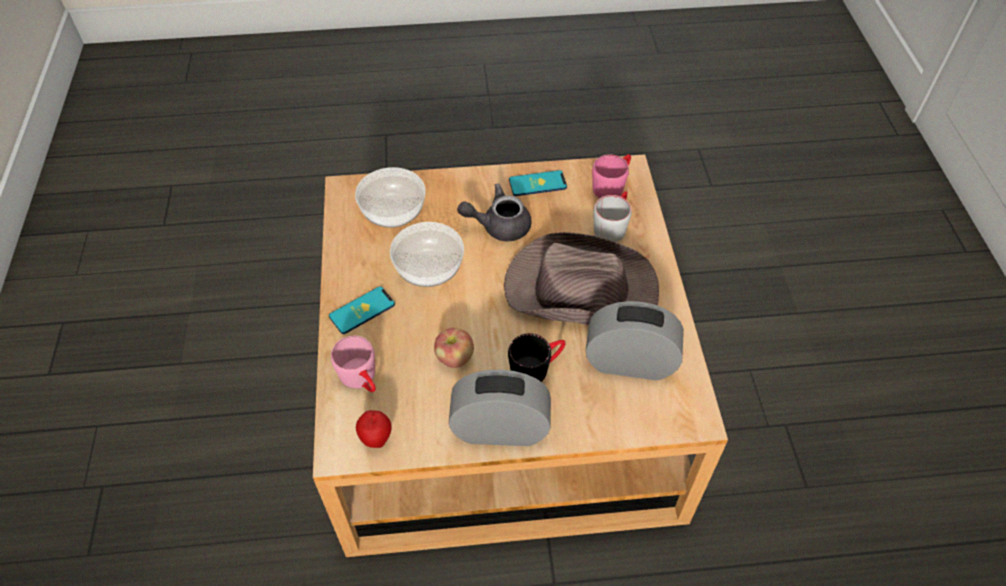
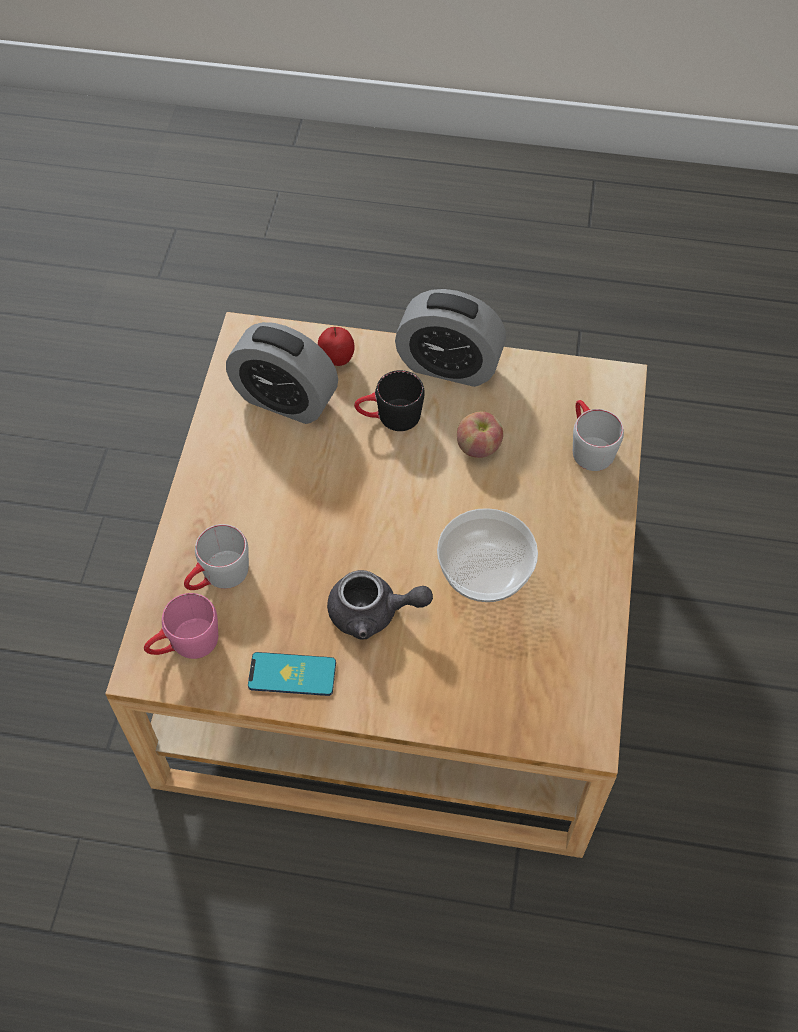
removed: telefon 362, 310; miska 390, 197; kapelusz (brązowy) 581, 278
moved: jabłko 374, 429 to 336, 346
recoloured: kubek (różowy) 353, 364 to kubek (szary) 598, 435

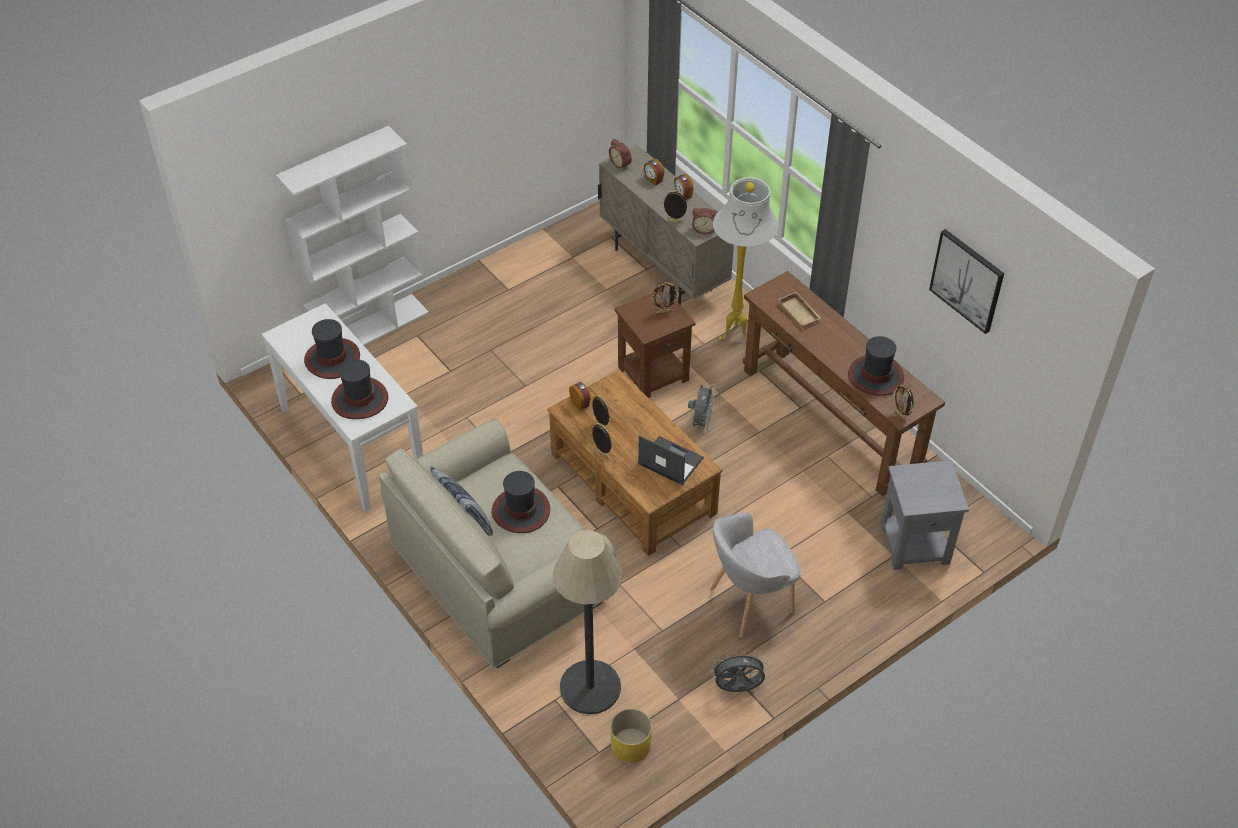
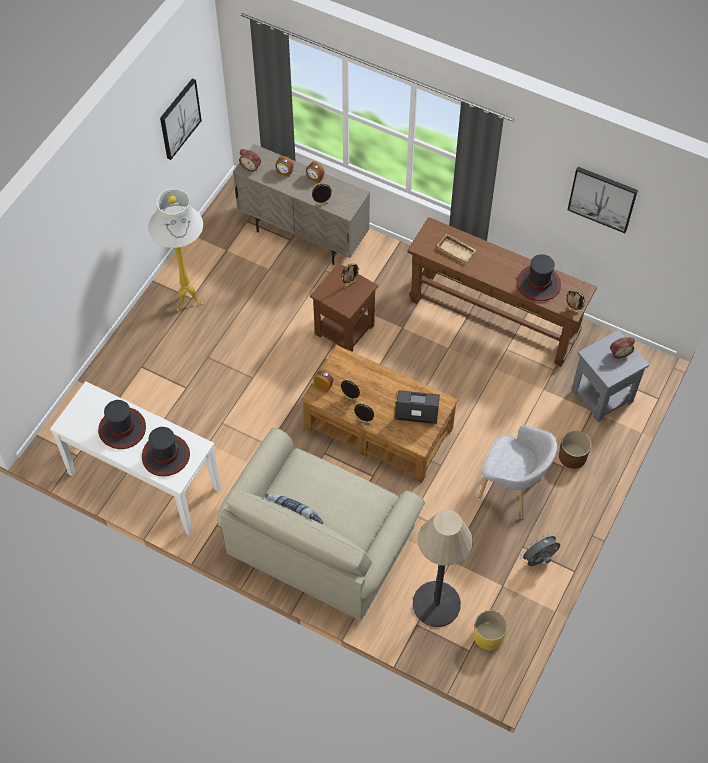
removed: regał (biały) 352, 235; kapelusz 521, 502; wentylator (szary) 701, 407
added: obraz 181, 119; donica (brązowy) 575, 450
moved: lampa stojąca (biały) 745, 259 to 175, 249; budzik 705, 221 to 622, 347
turned: fotel (szary) 756, 575 = 518, 472 105 degrees counterclockwise

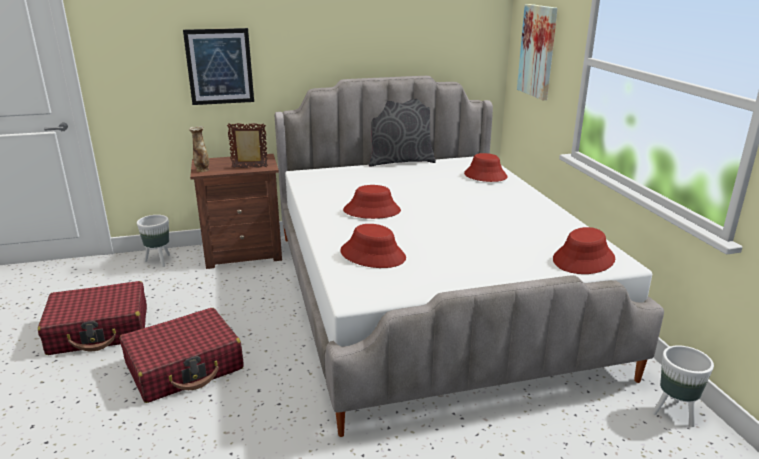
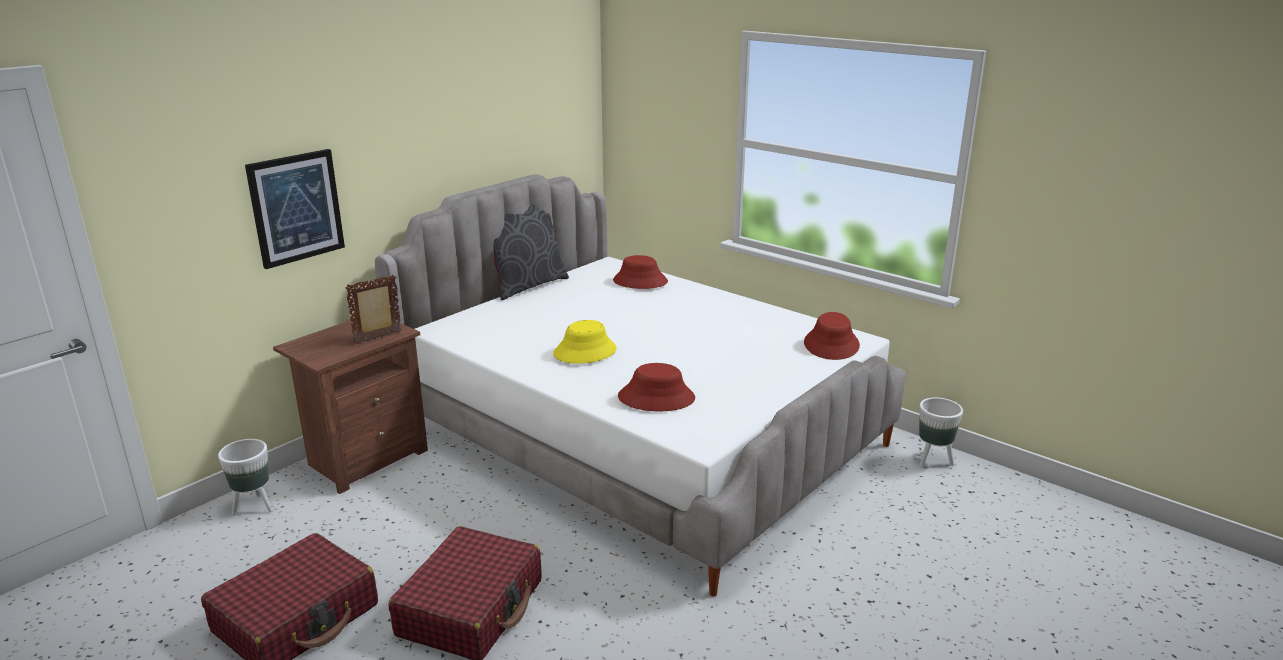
removed: wazon 199, 149; obraz 537, 52
recoloured: kapelusz (czerwony) 372, 202 to kapelusz (żółty) 585, 342

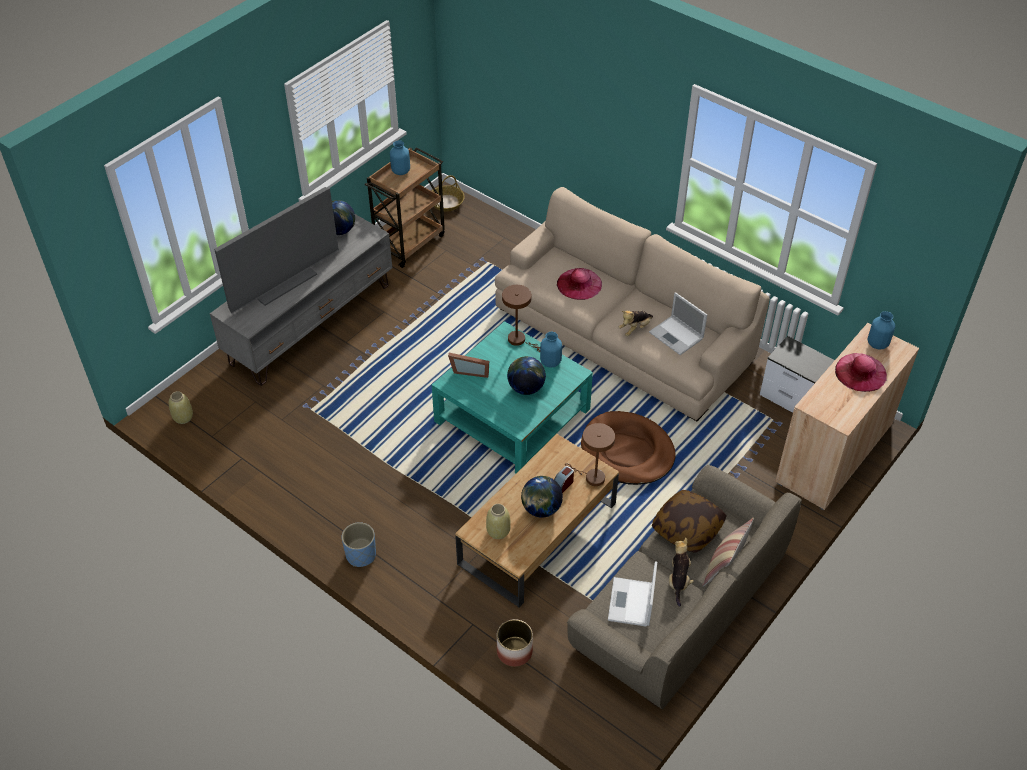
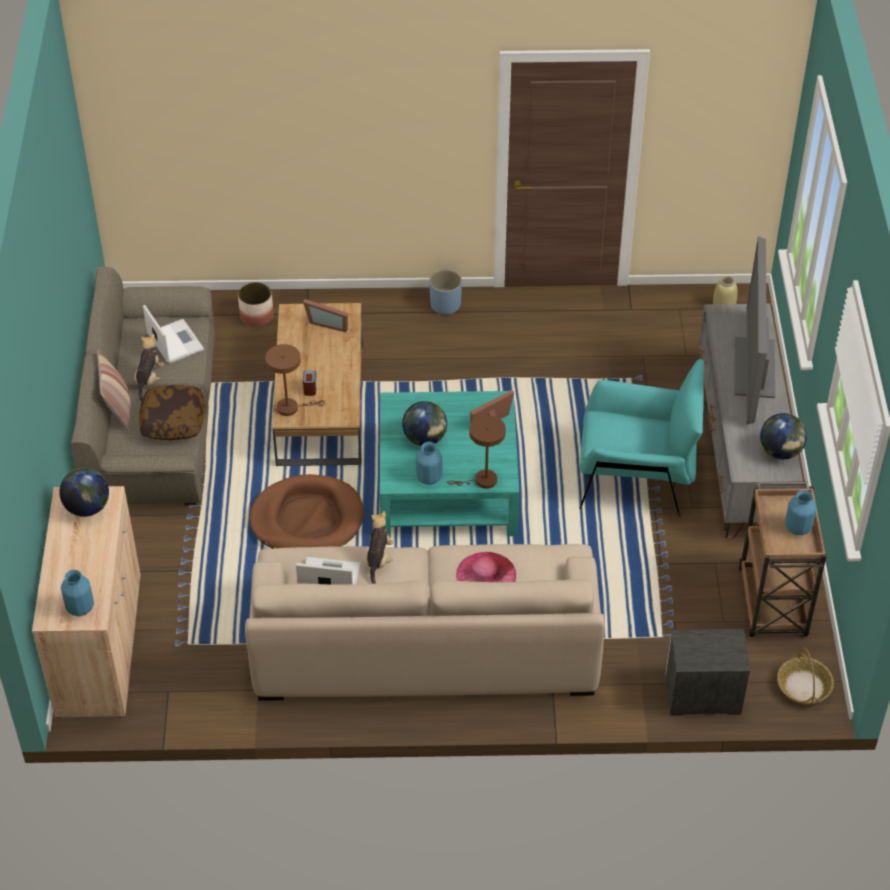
removed: kapelusz (różowy) 861, 372
added: fotel (turkusowy) 641, 438
moved: globus 542, 497 to 84, 492; szafka nocna 797, 374 to 708, 672
replaced: wazon (beżowy) 498, 521 to ramka na zdjęcie 325, 315
turned: pluszak 681, 572 = 149, 367 135 degrees counterclockwise

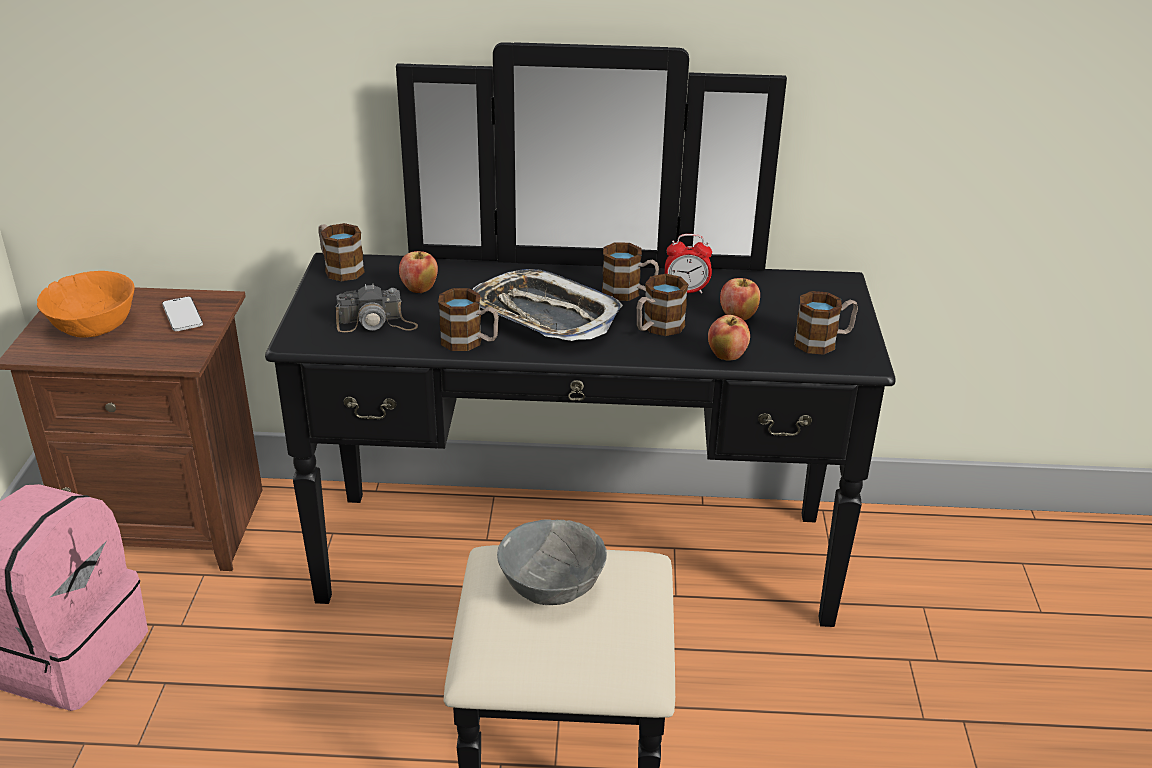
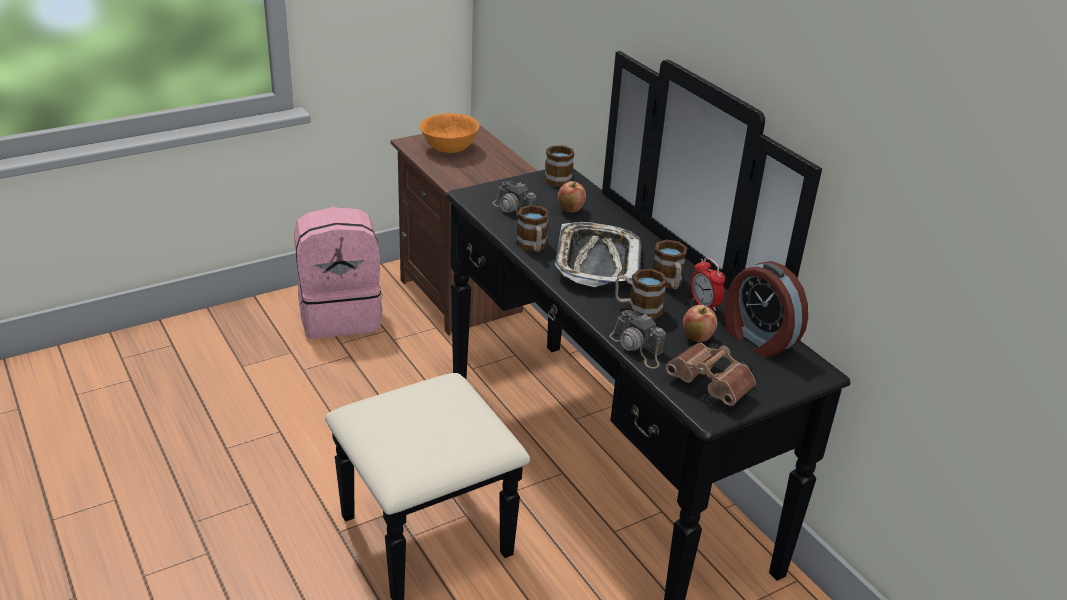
removed: telefon 182, 314; miska (szary) 552, 562
added: budzik 766, 309
replaced: jabłko 729, 338 to aparat fotograficzny 637, 339; kubek 826, 323 to lornetka (brązowy) 711, 374

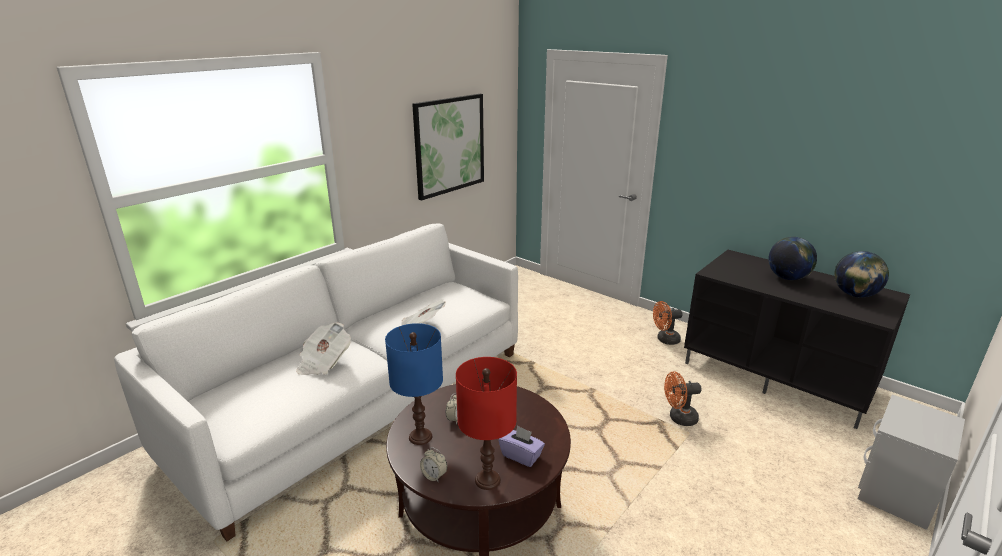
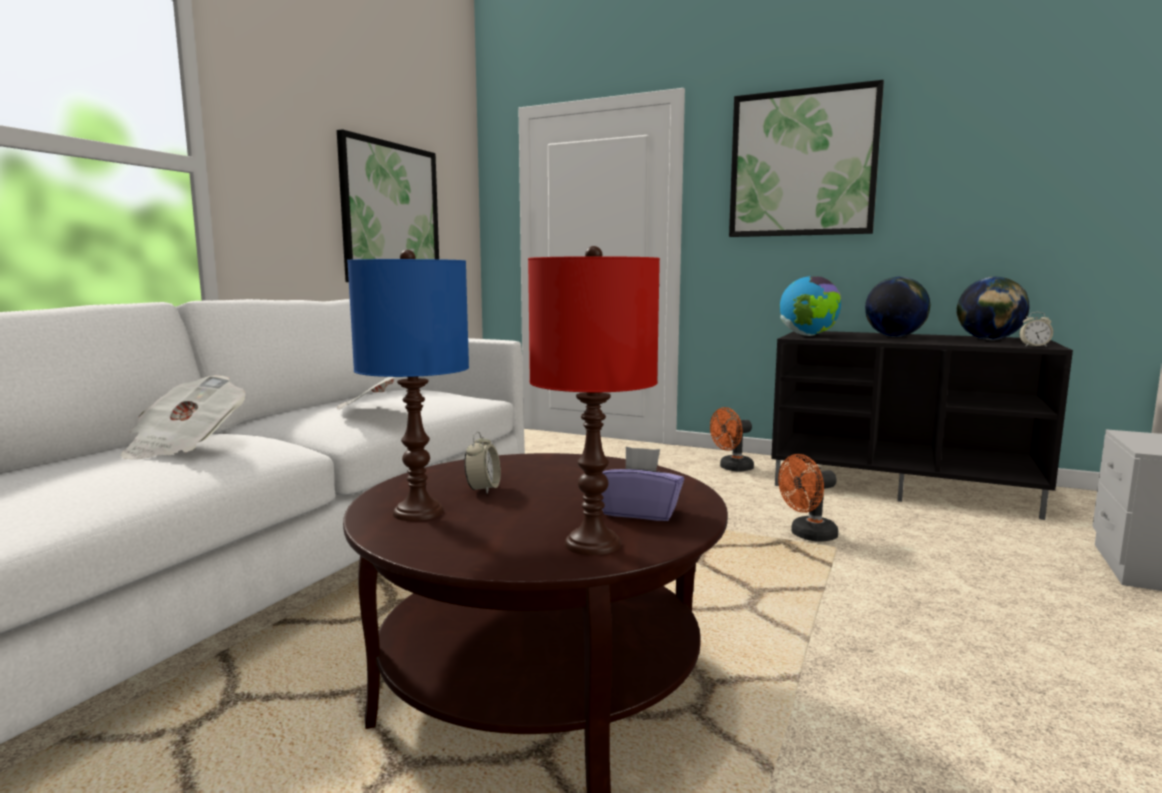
added: obraz 806, 158; globus 810, 306
moved: budzik 433, 464 to 1036, 329

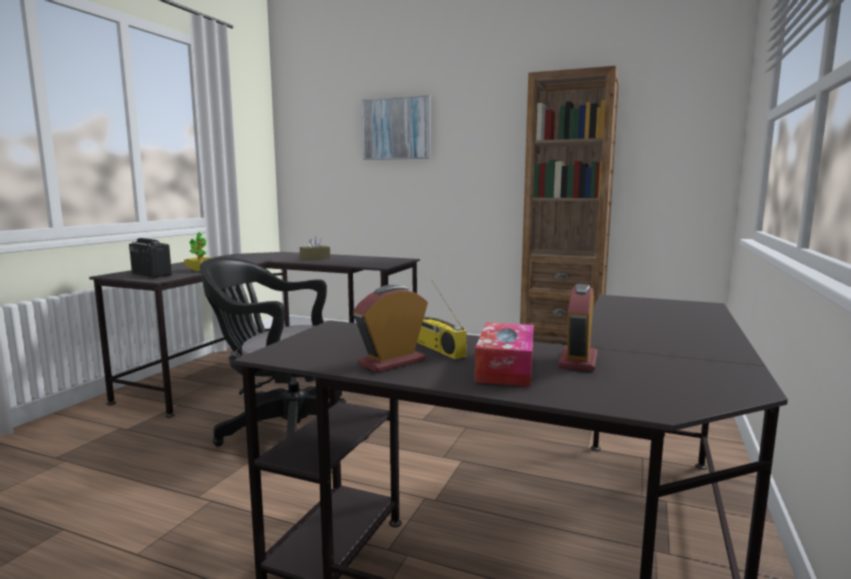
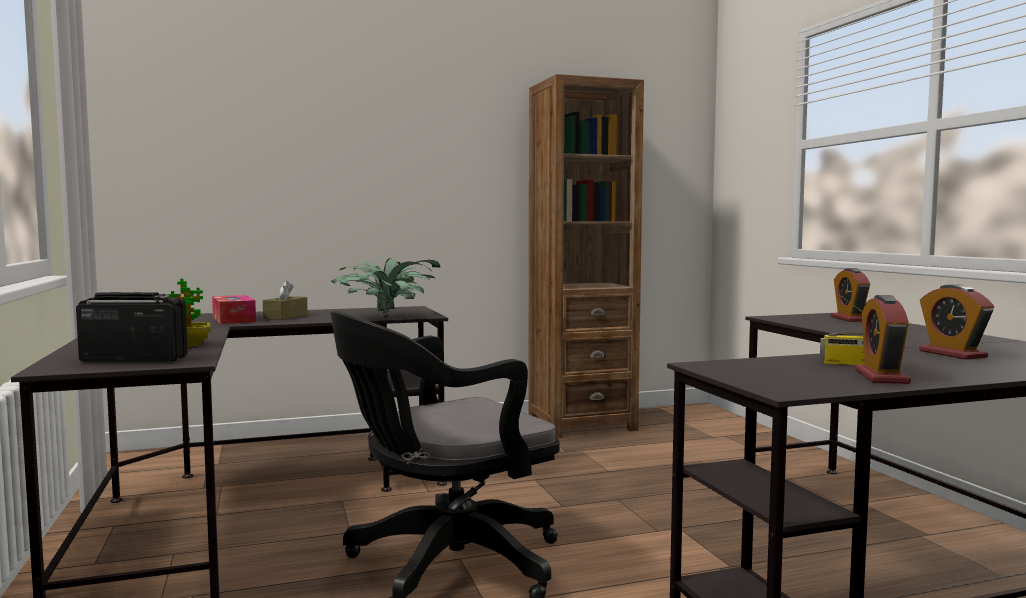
removed: obraz 396, 127
added: roślina doniczkowa 385, 288; budzik 850, 295
moved: pudełko chusteczek 504, 354 to 234, 309

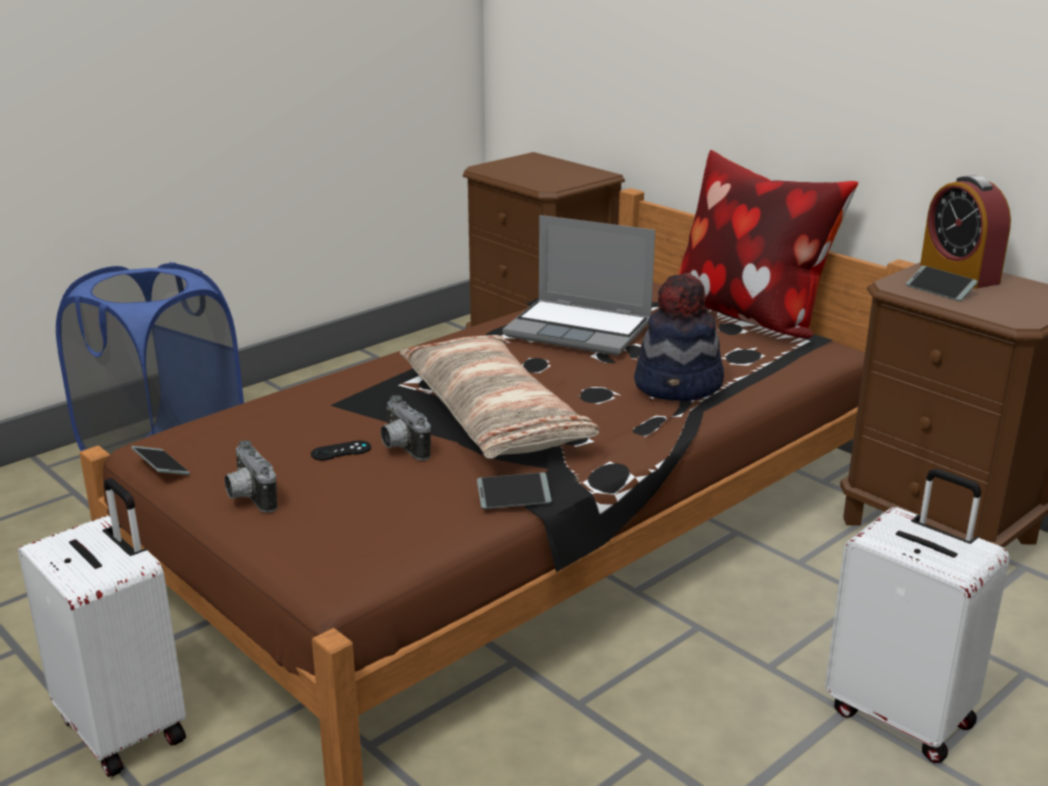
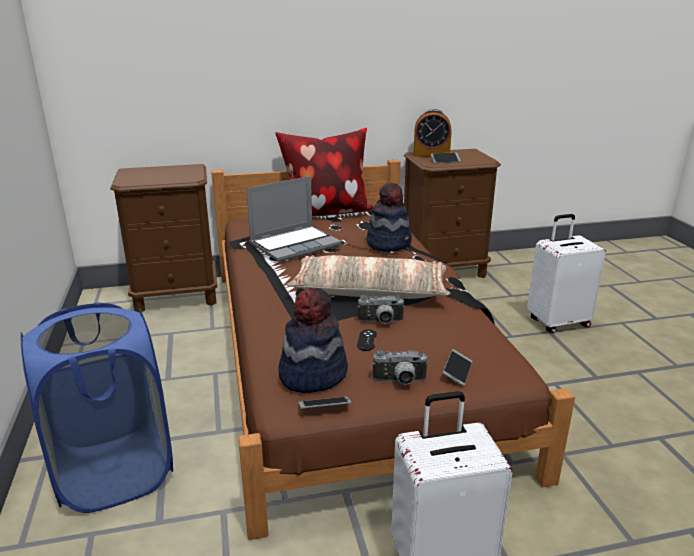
added: kapelusz 313, 340
moved: telefon 514, 490 to 457, 367

